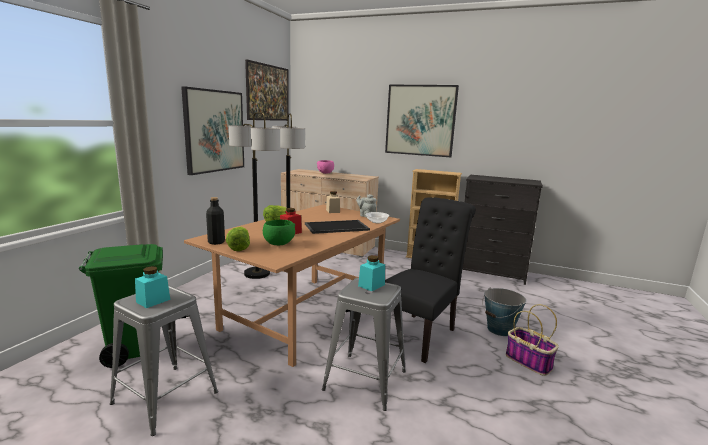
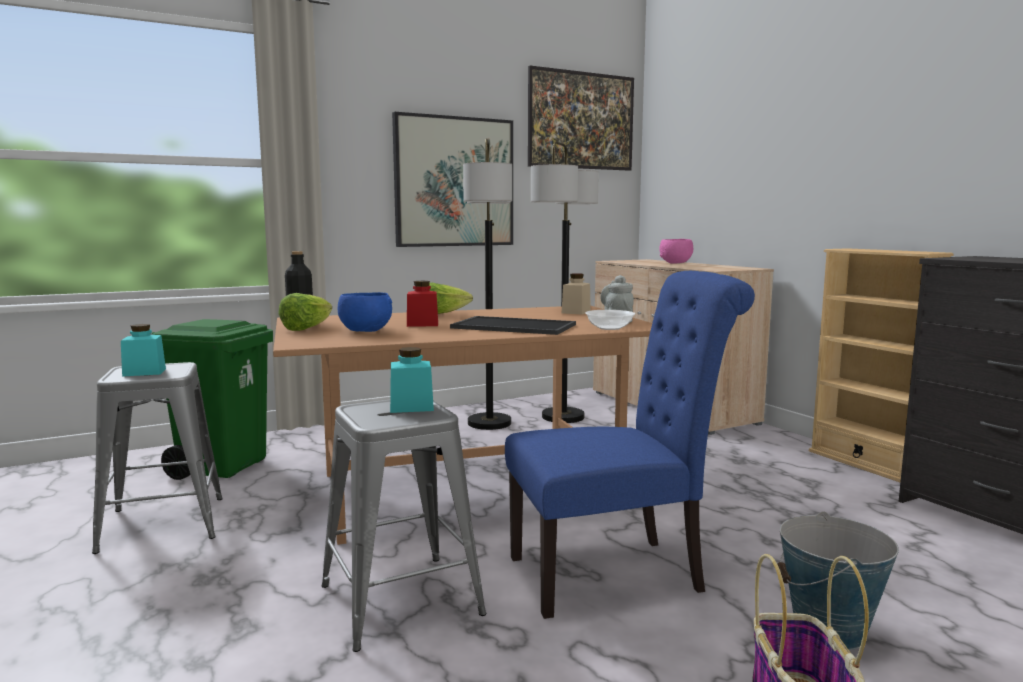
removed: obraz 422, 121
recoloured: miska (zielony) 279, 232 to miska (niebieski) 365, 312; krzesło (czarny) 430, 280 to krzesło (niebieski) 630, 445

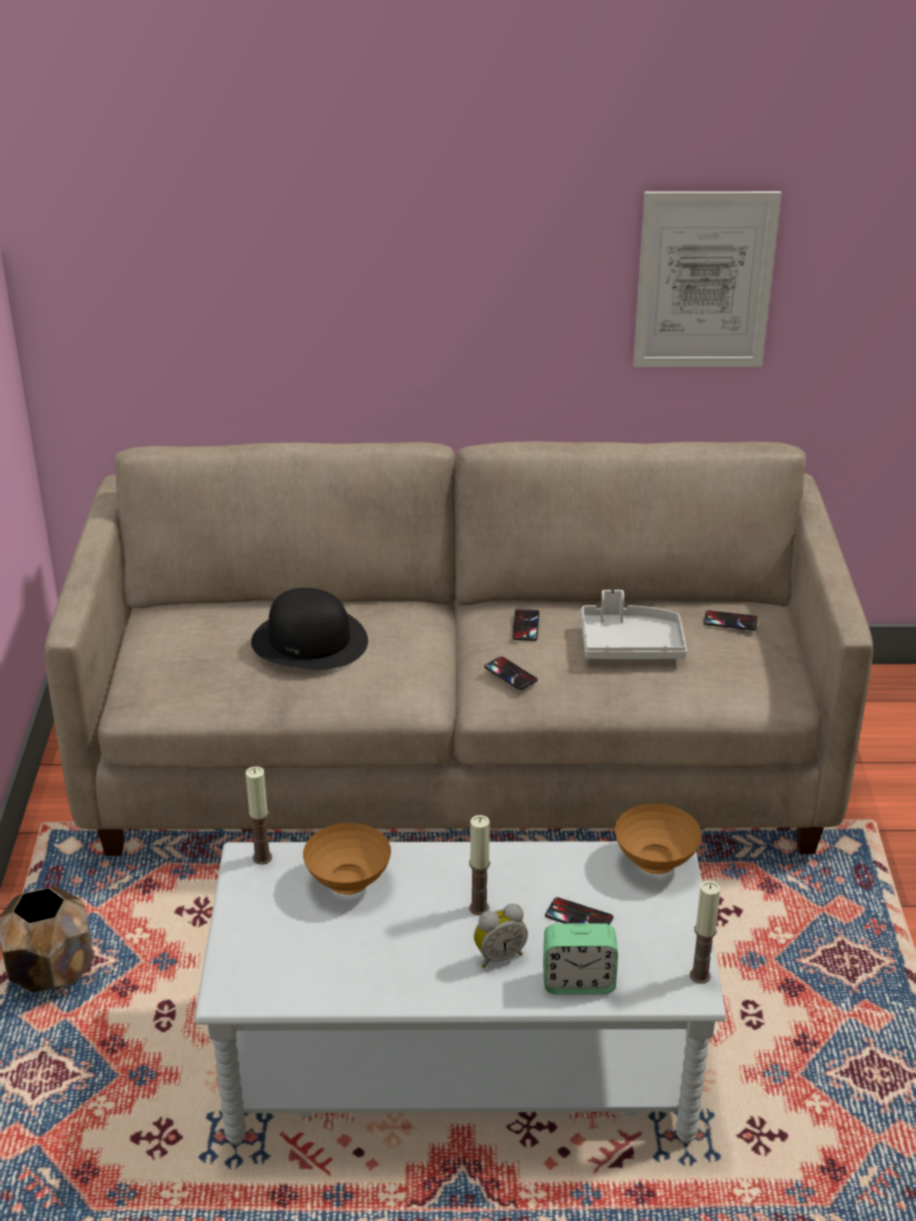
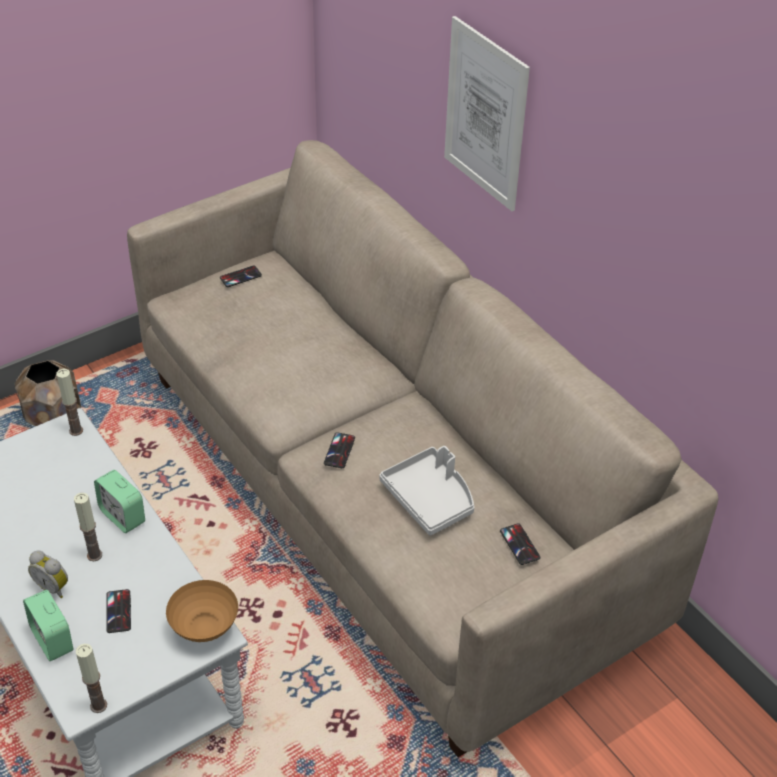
removed: kapelusz (czarny) 309, 629; miska (brązowy) 347, 859
added: budzik 119, 501
moved: telefon 525, 625 to 241, 276; obraz 707, 279 to 487, 113

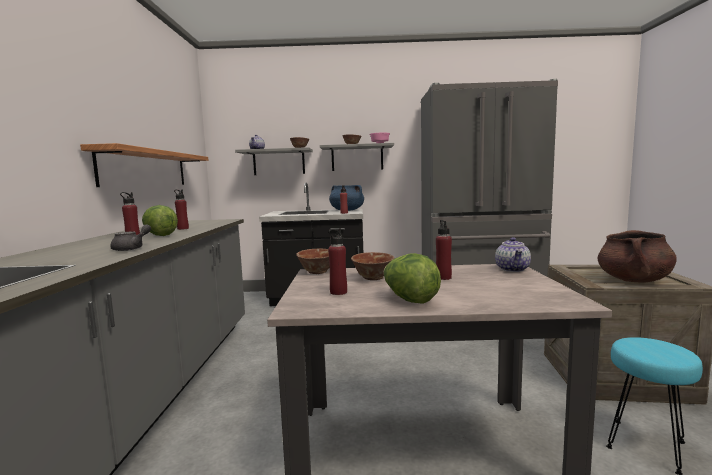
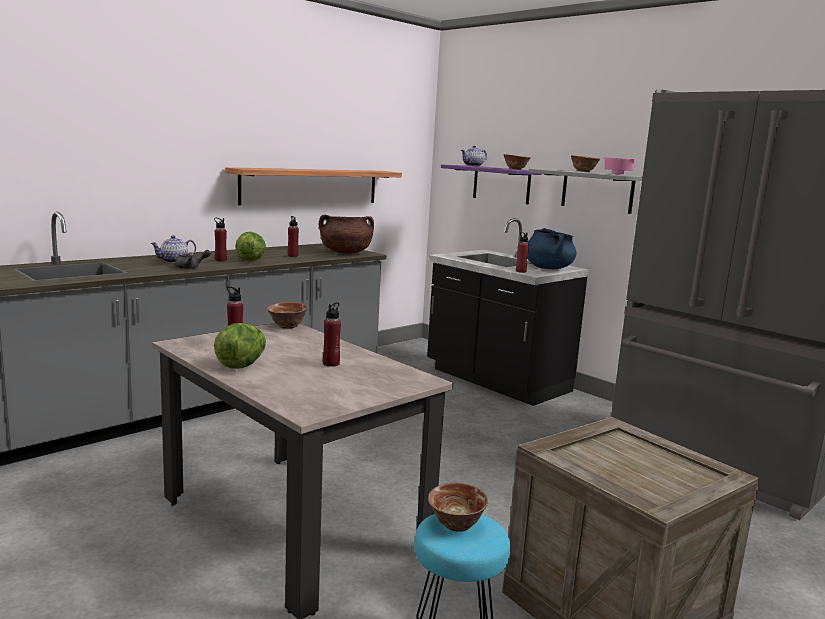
moved: imbryk 513, 254 to 173, 249; garnek (brązowy) 637, 256 to 346, 234; miska 372, 266 to 458, 507
recoloured: półka (szary) 274, 161 to półka (fioletowy) 491, 184

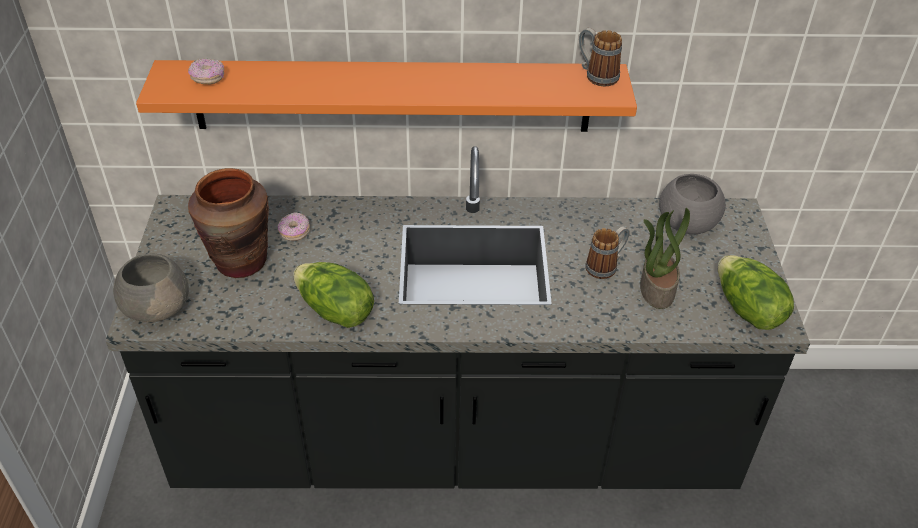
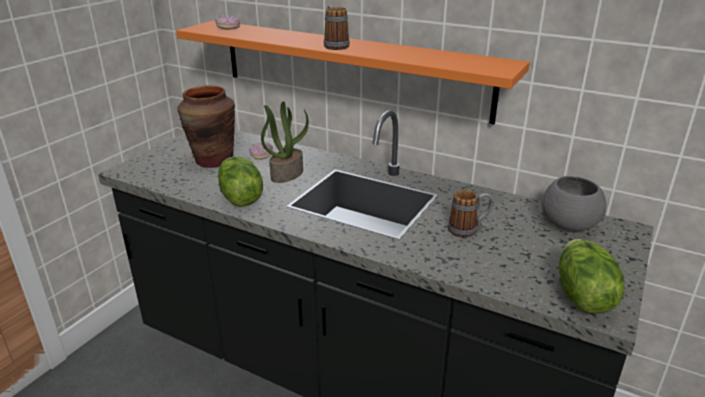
removed: miska (szary) 151, 288
moved: roślina doniczkowa 665, 258 to 285, 142; kubek 600, 57 to 337, 28

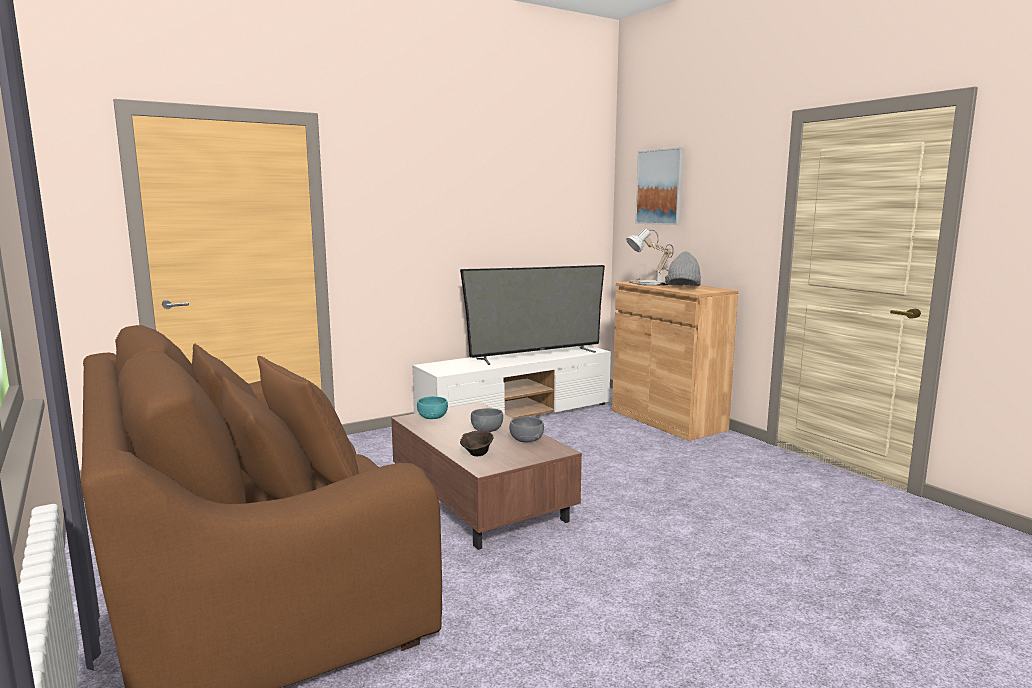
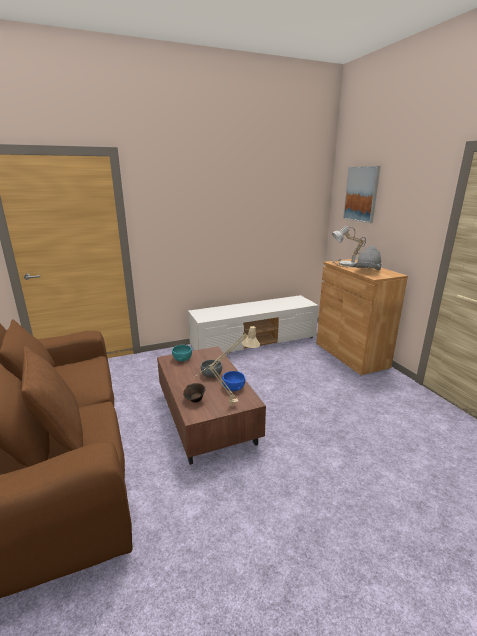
removed: telewizor 532, 315
added: lampa stołowa (beżowy) 226, 366
recoloured: miska (szary) 526, 429 to miska (niebieski) 233, 381

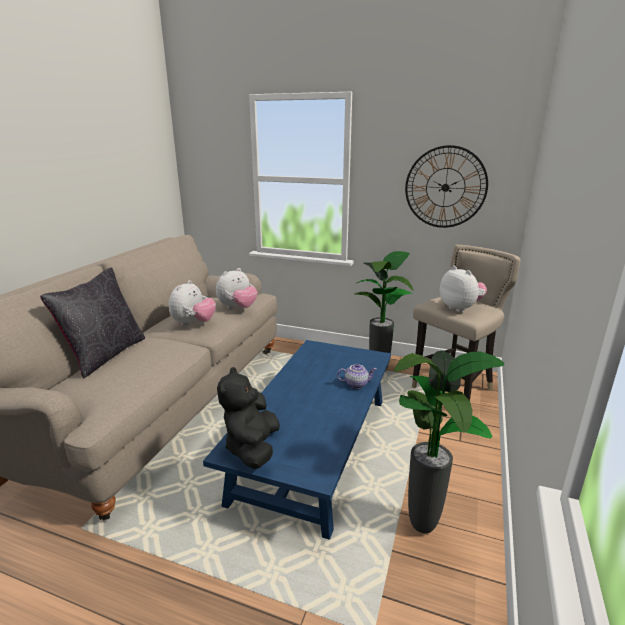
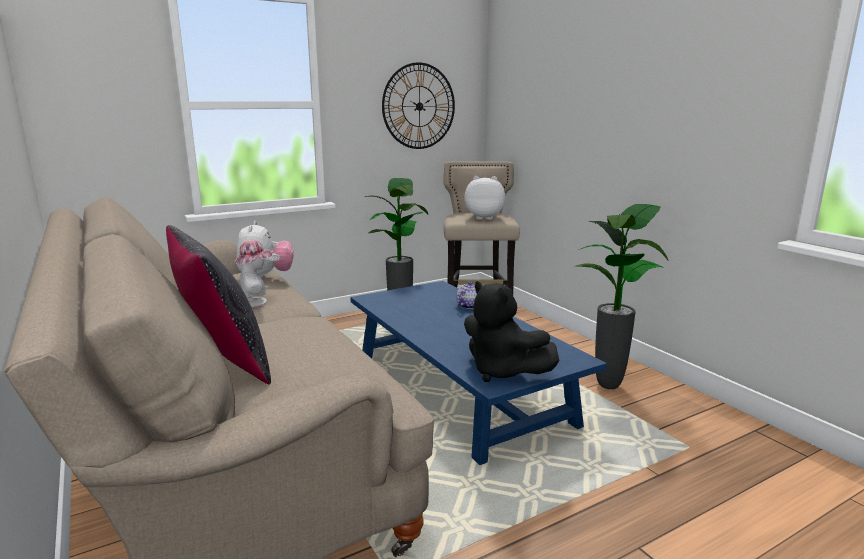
replaced: pluszak 192, 303 to kapelusz 253, 273

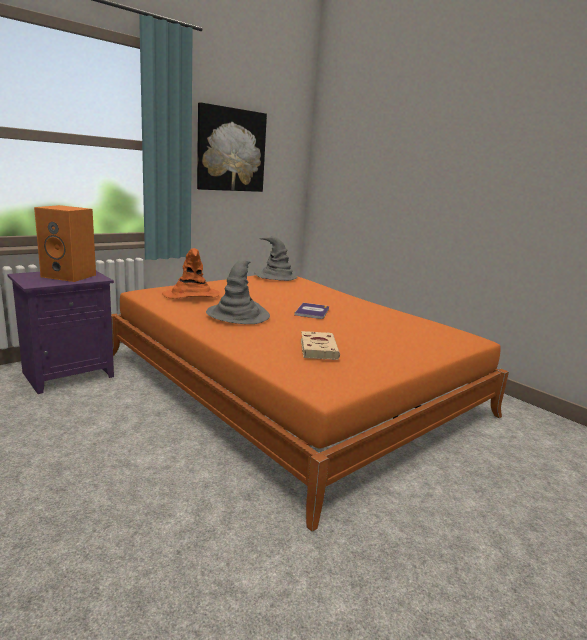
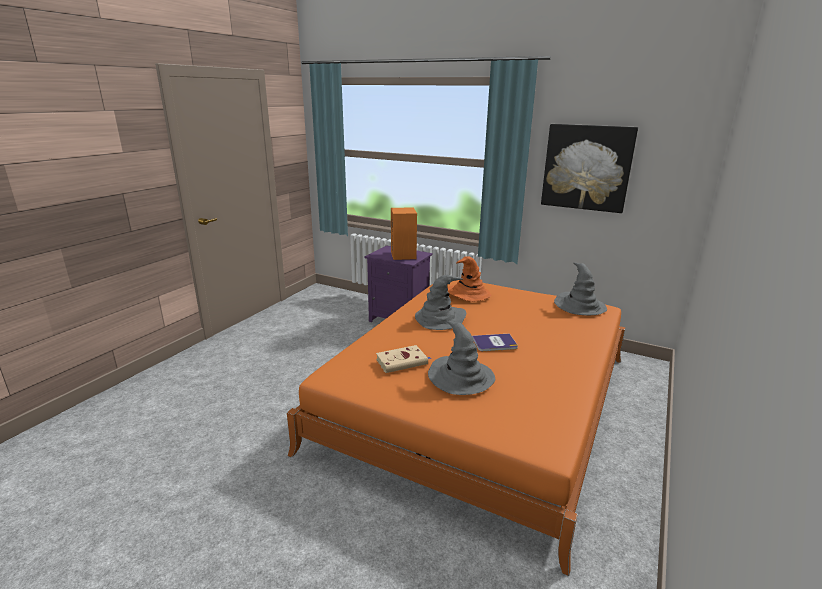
added: kapelusz (szary) 461, 358

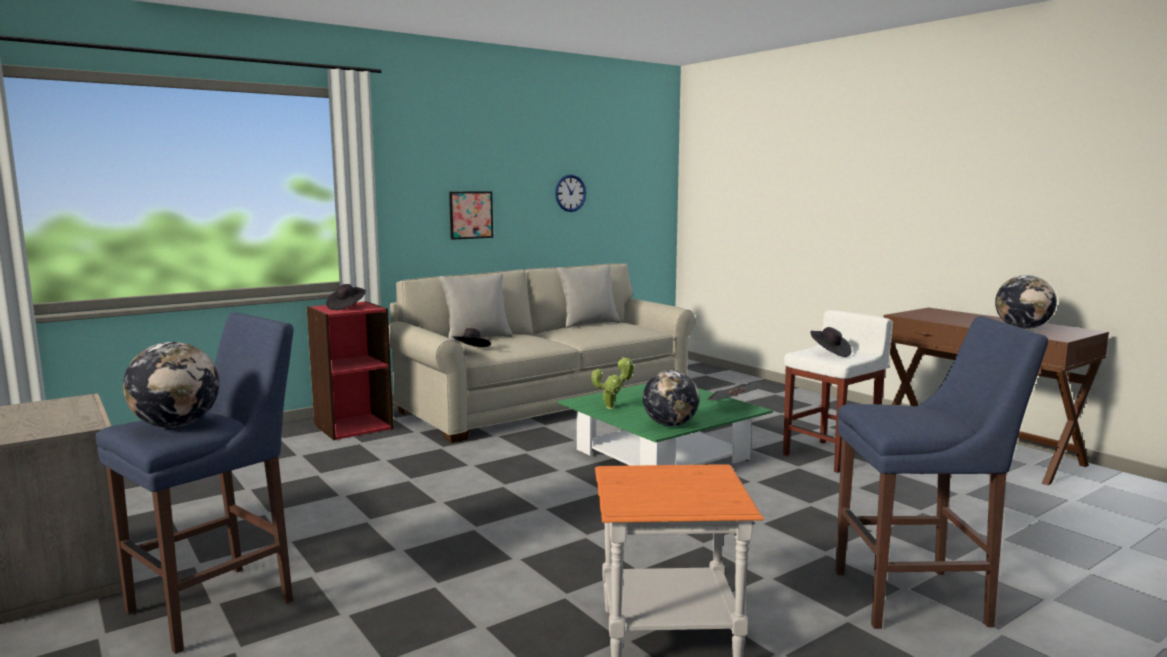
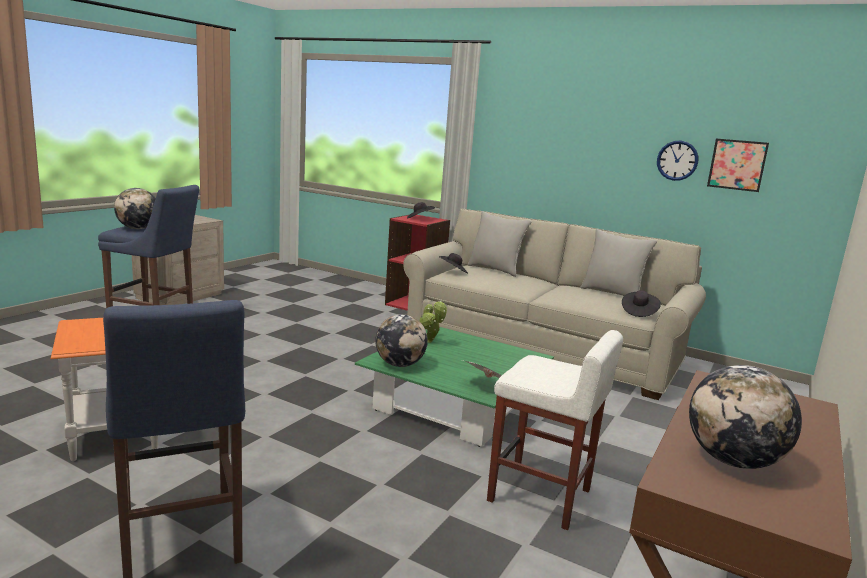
moved: kapelusz (czarny) 831, 342 to 641, 303; obraz 471, 215 to 738, 165

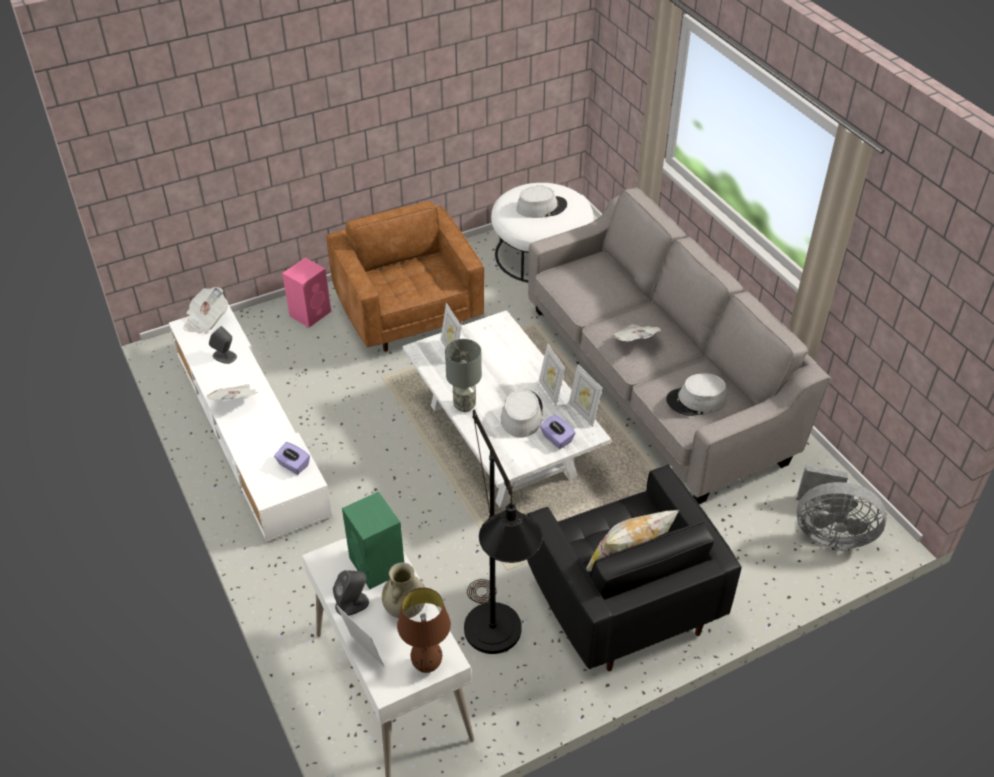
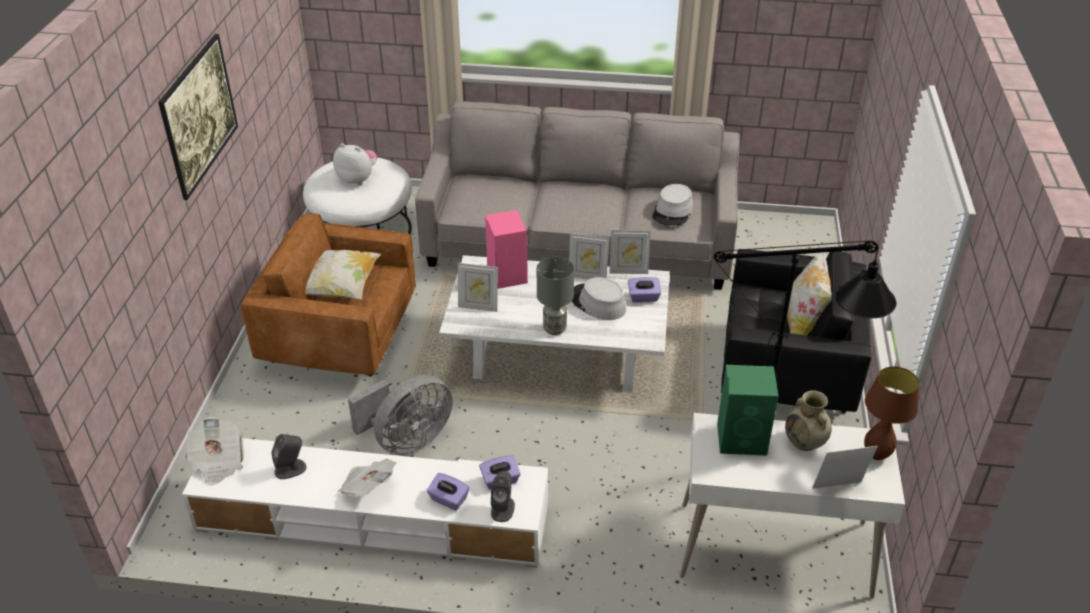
removed: gazeta 636, 332
added: obraz 198, 117; poduszka 343, 275; pudełko chusteczek (fioletowy) 448, 491
moved: wentylator (szary) 842, 506 to 400, 415; głośnik (różowy) 306, 293 to 506, 249; głośnik (szary) 351, 593 to 503, 496
replaced: kapelusz (szary) 541, 202 to pluszak 355, 164

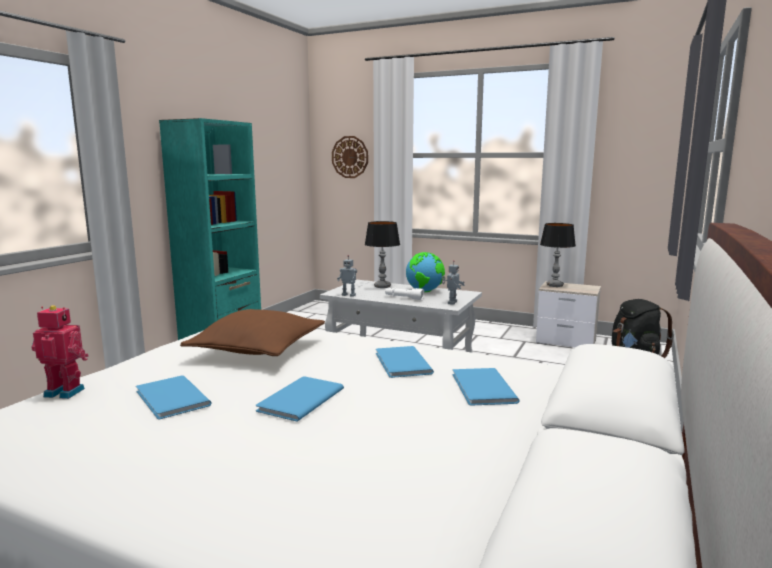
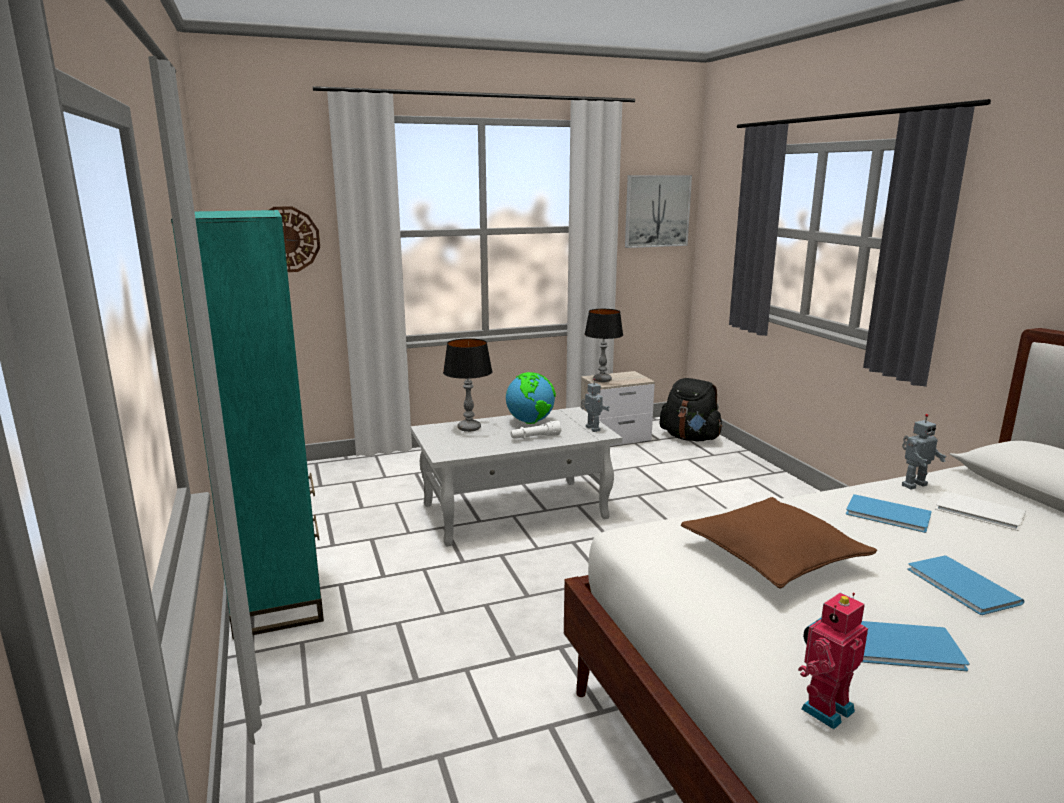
added: obraz 658, 211
moved: robot zabawkowy 347, 276 to 924, 452
recoloured: książka (niebieski) 486, 387 to książka (biały) 980, 511

